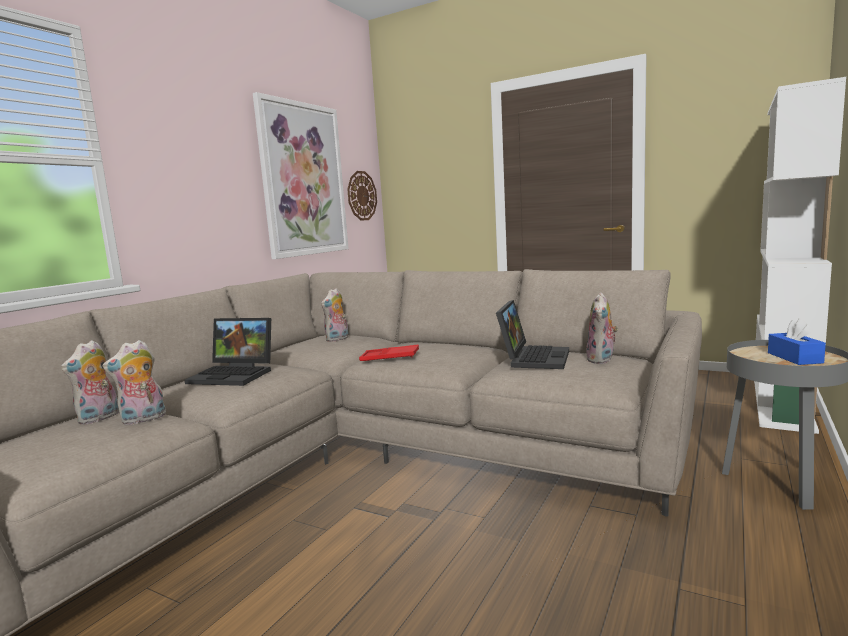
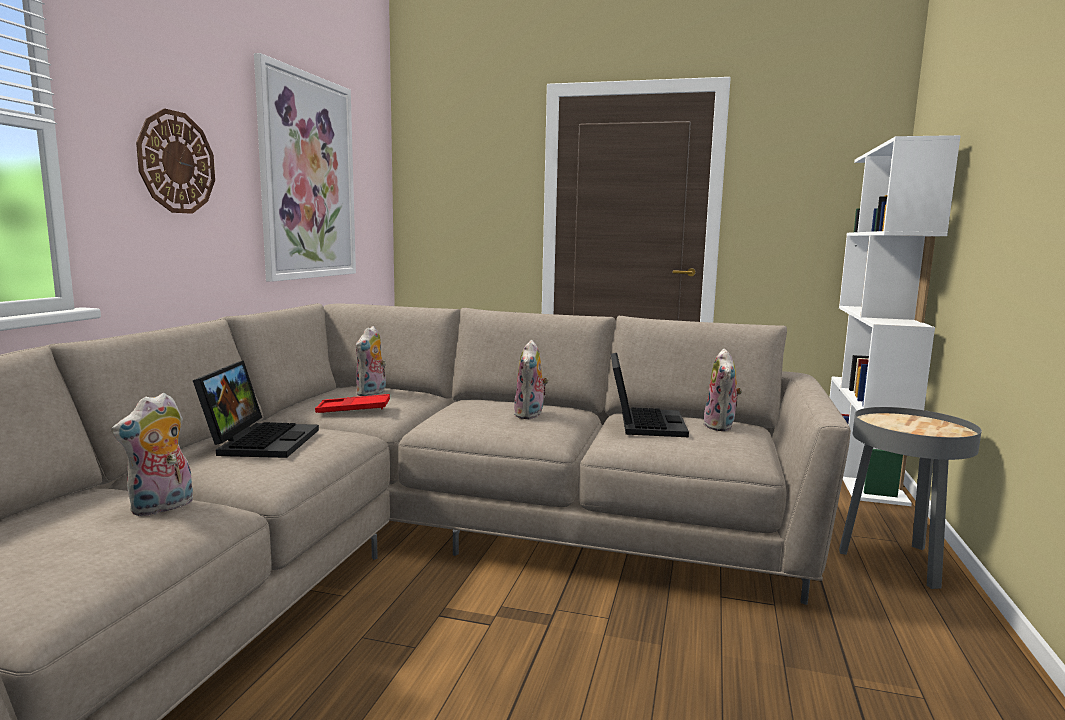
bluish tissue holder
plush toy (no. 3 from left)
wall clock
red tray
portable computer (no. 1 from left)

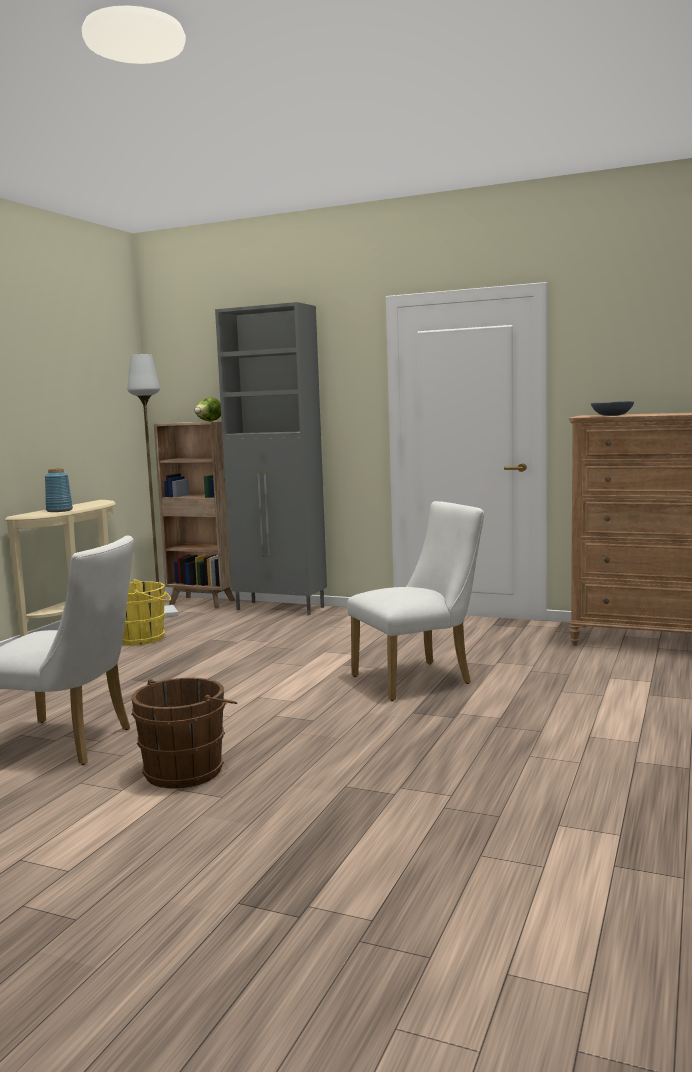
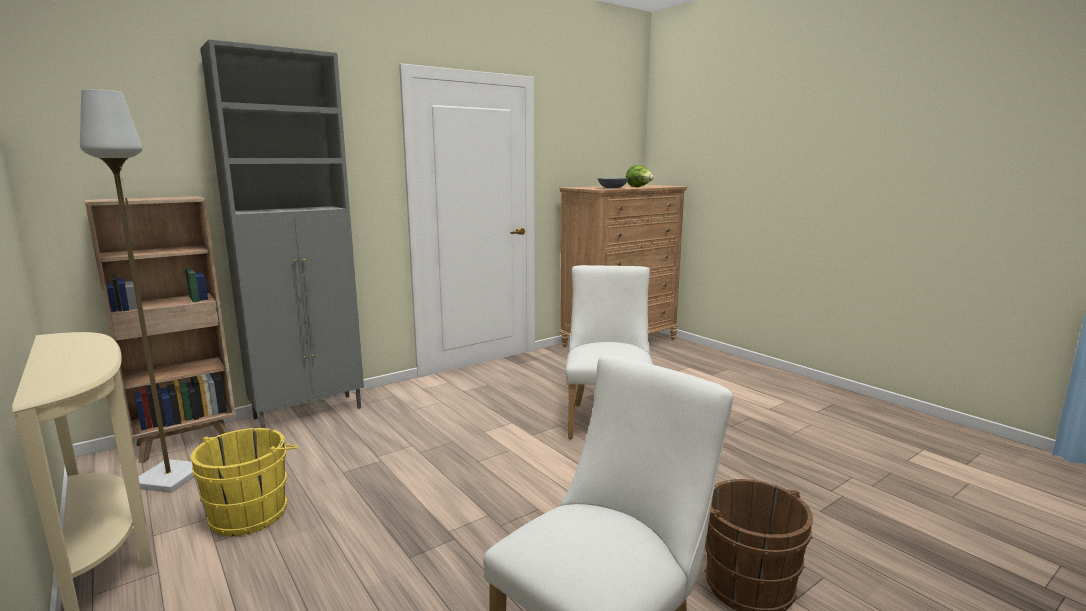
bluish vase
head of lettuce

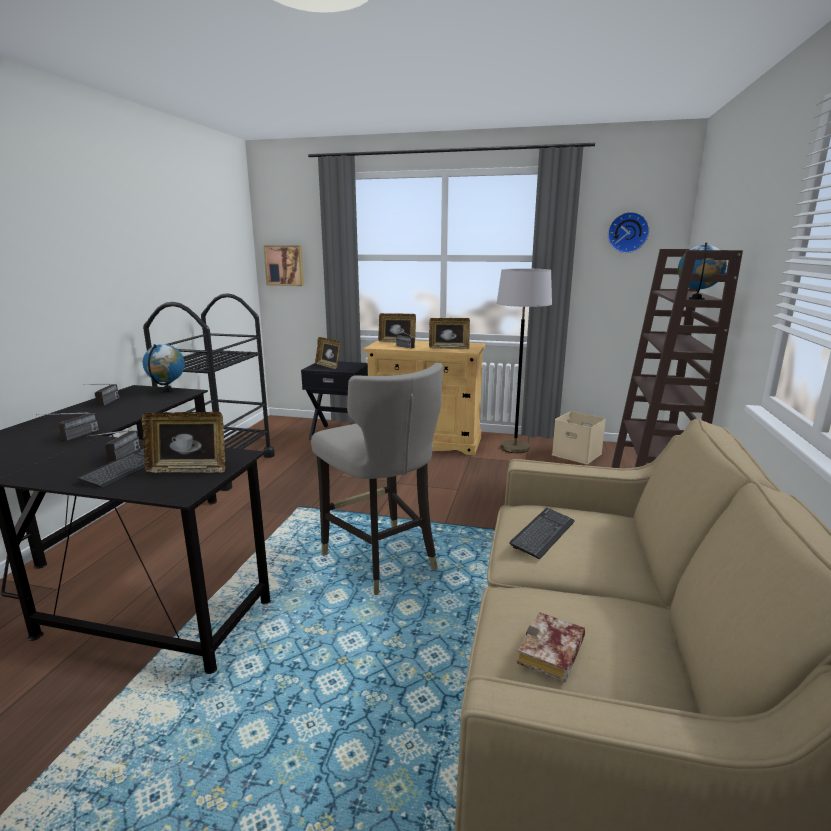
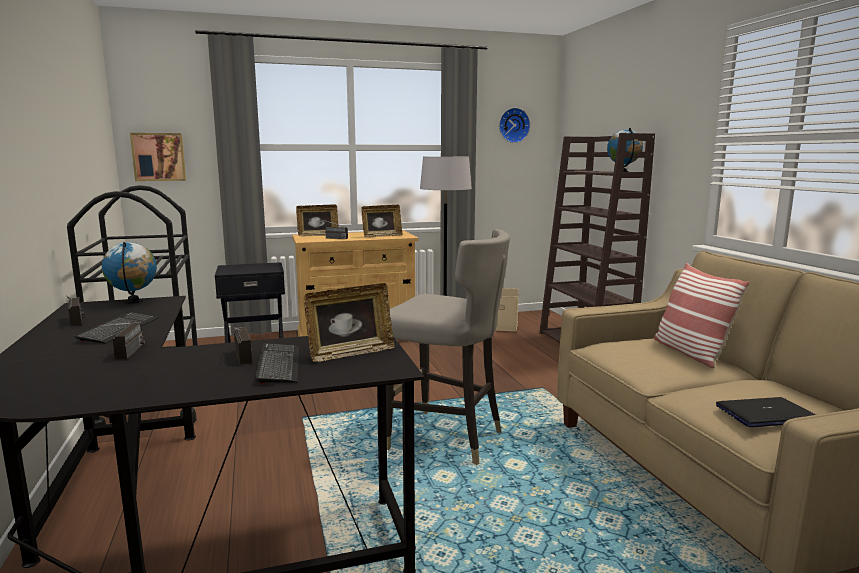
standing frame (no. 2 from left in the first image)
throw pillow
PC keyboard (no. 1 from left)
portable computer

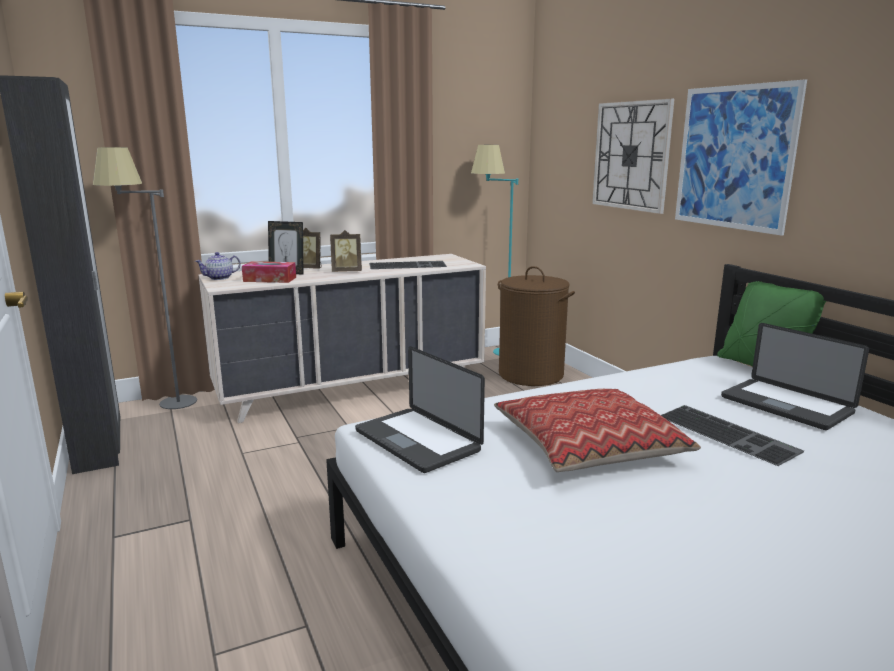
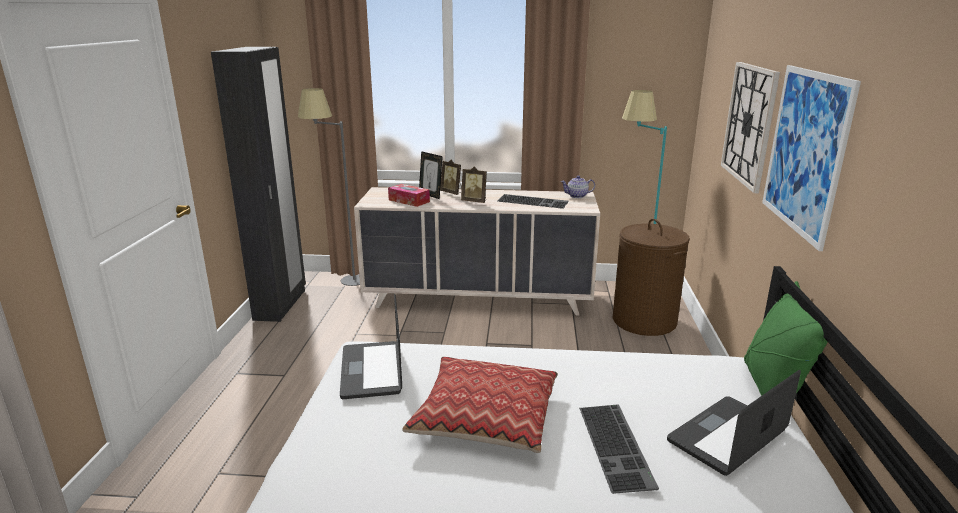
teapot
portable computer (no. 2 from left)

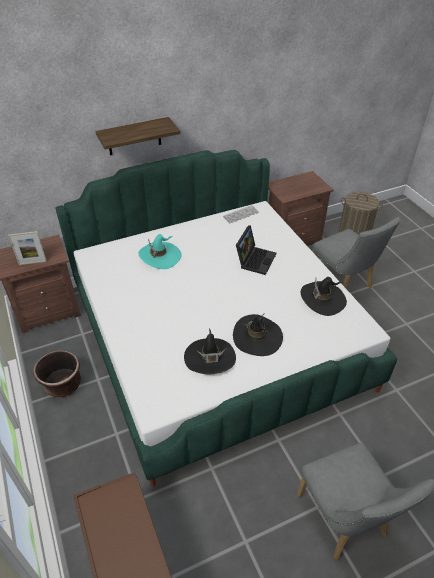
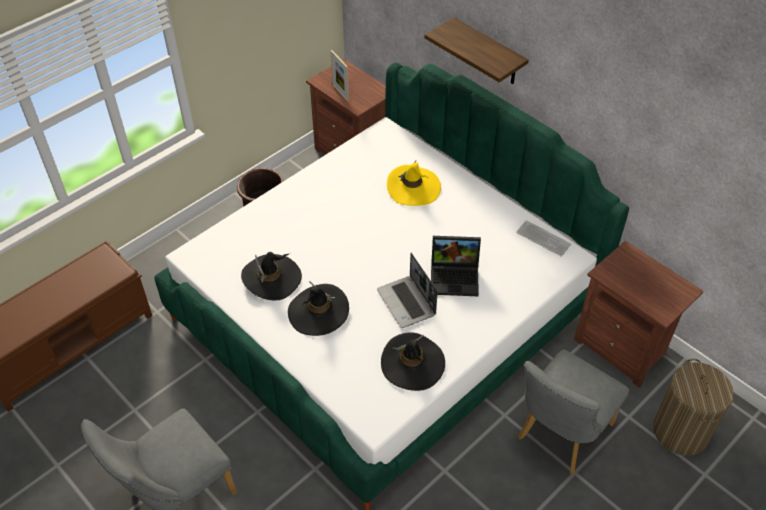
portable computer (no. 1 from left)
yellowish clothing hat

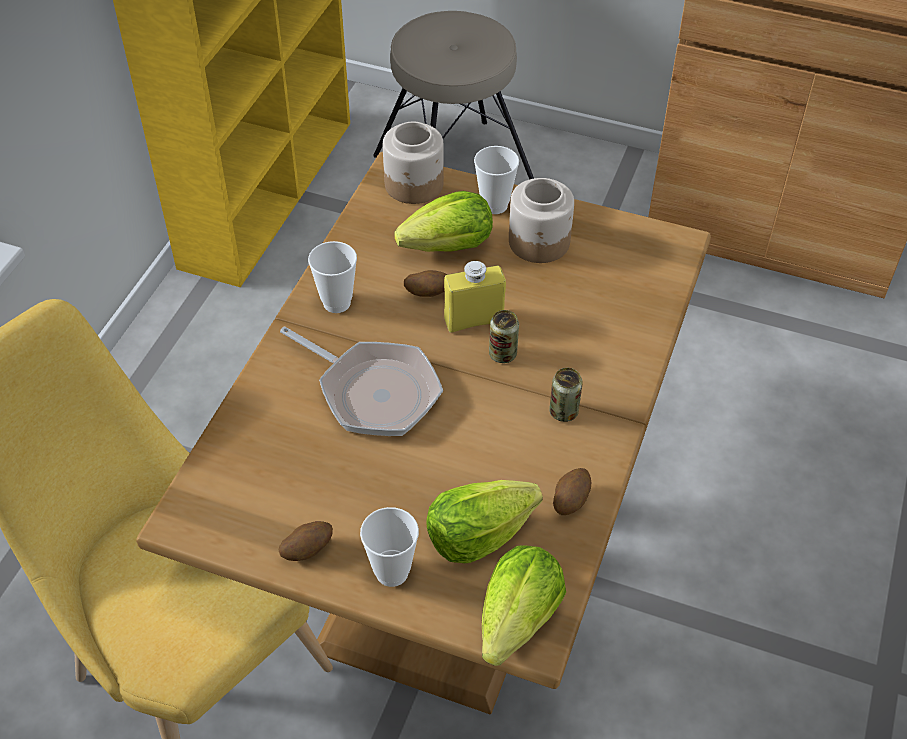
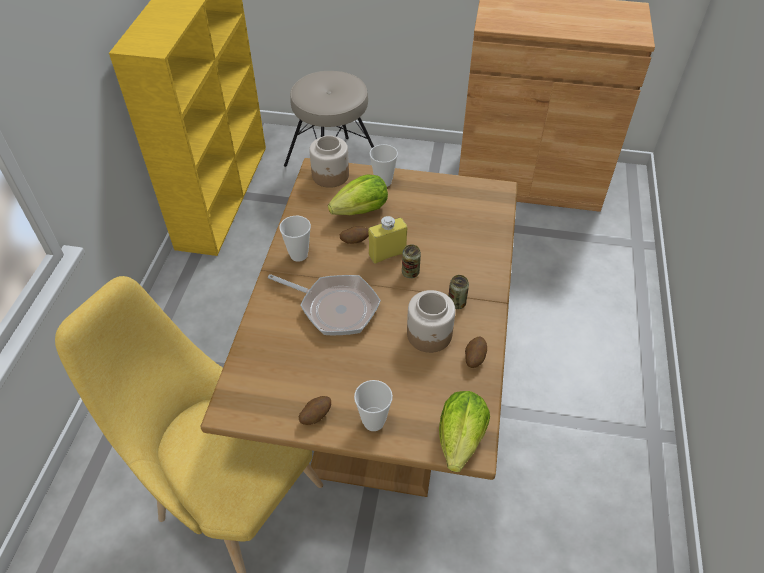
head of lettuce (no. 2 from left in the first image)
jar (no. 2 from left)

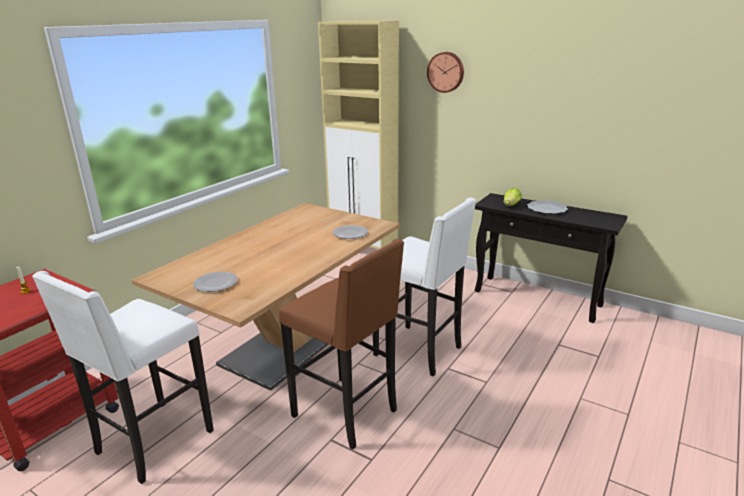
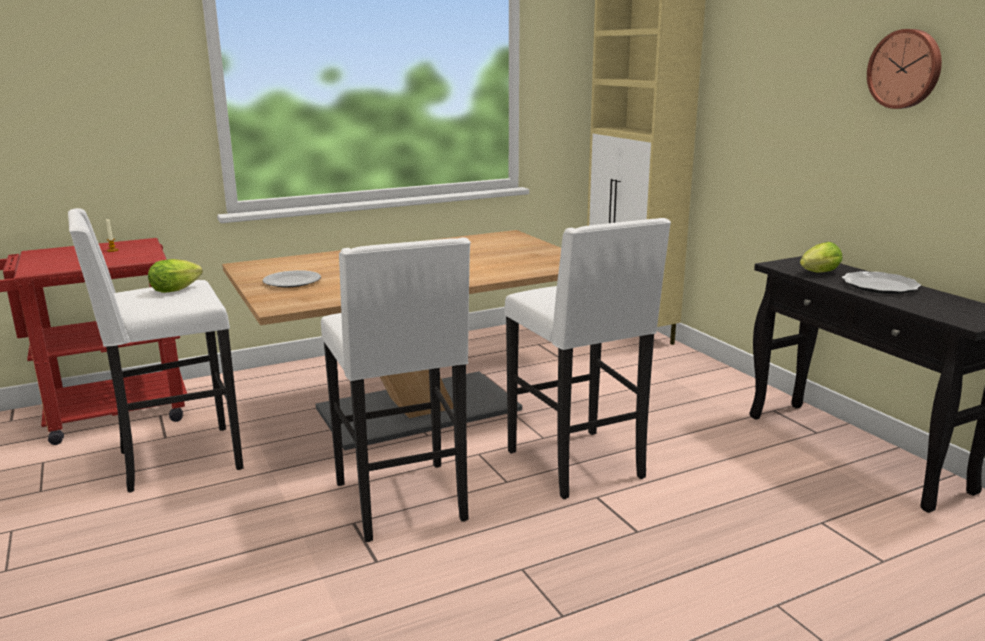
flat dish (no. 2 from left in the first image)
head of lettuce (no. 1 from left)
wall clock
white sitting stool (no. 2 from left)

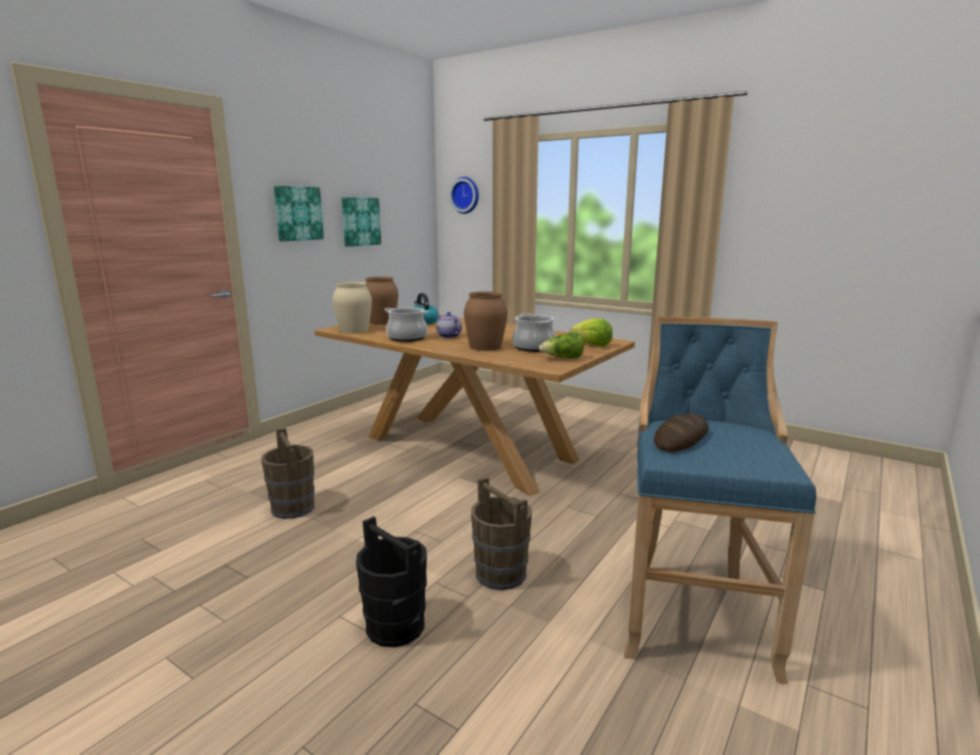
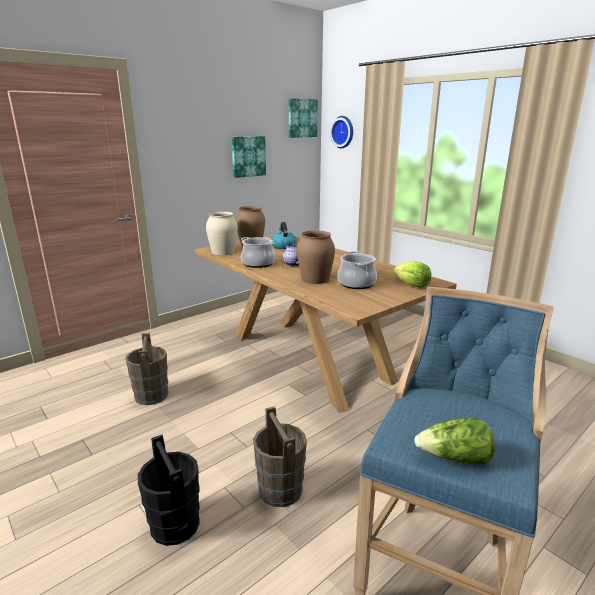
bakery bread
wall picture (no. 2 from left)
head of lettuce (no. 2 from left)

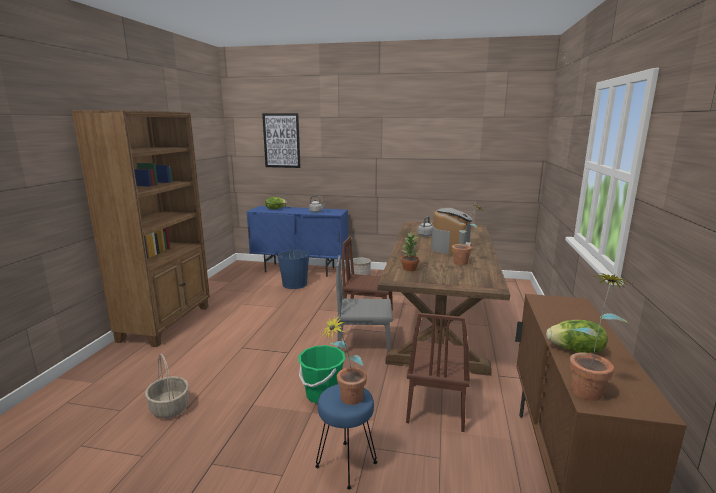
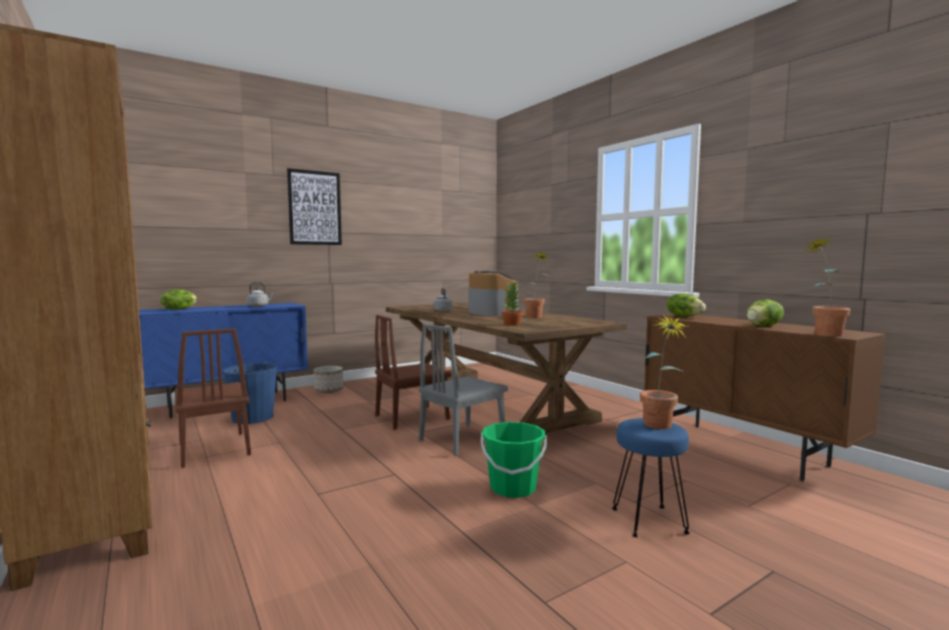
storage basket
head of lettuce (no. 2 from left)
wall picture
brown-coloured upright chair (no. 1 from left)

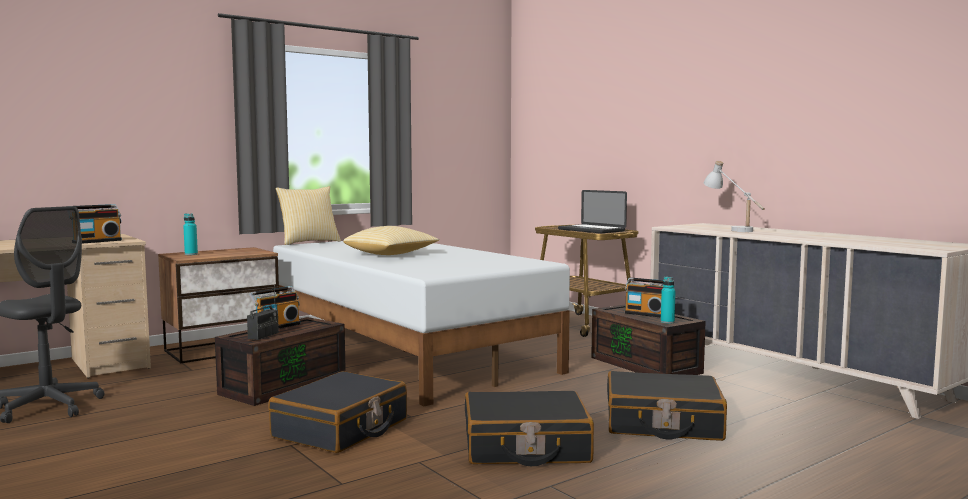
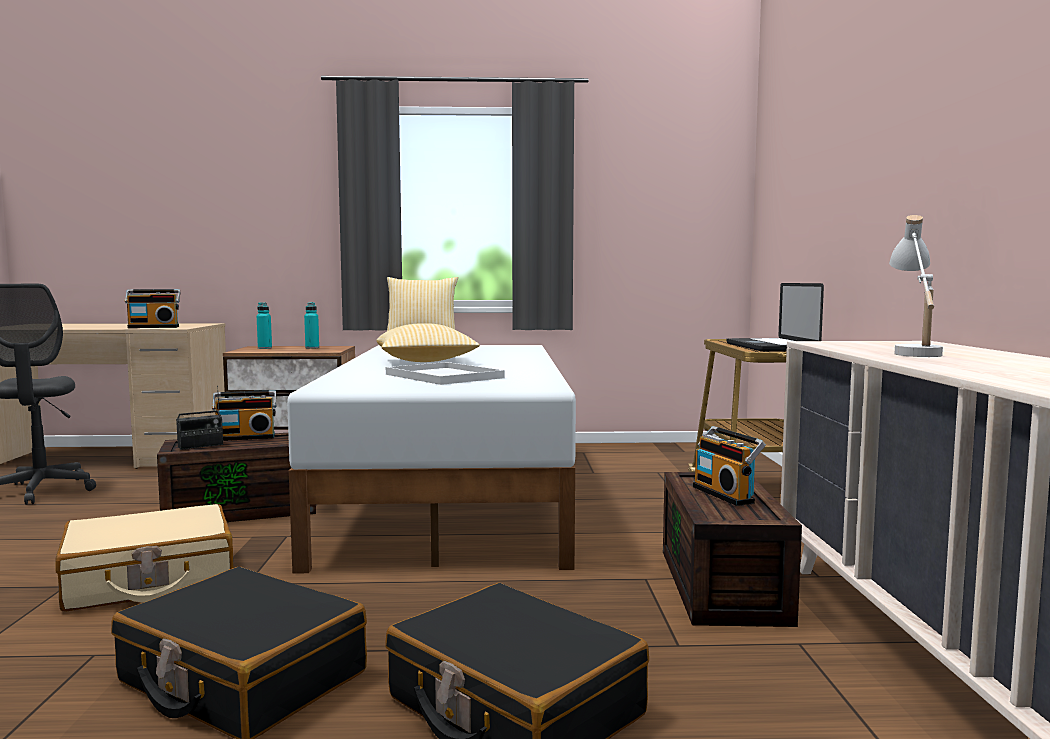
white tray
blue-green beverage bottle (no. 2 from left)
beige travel case

